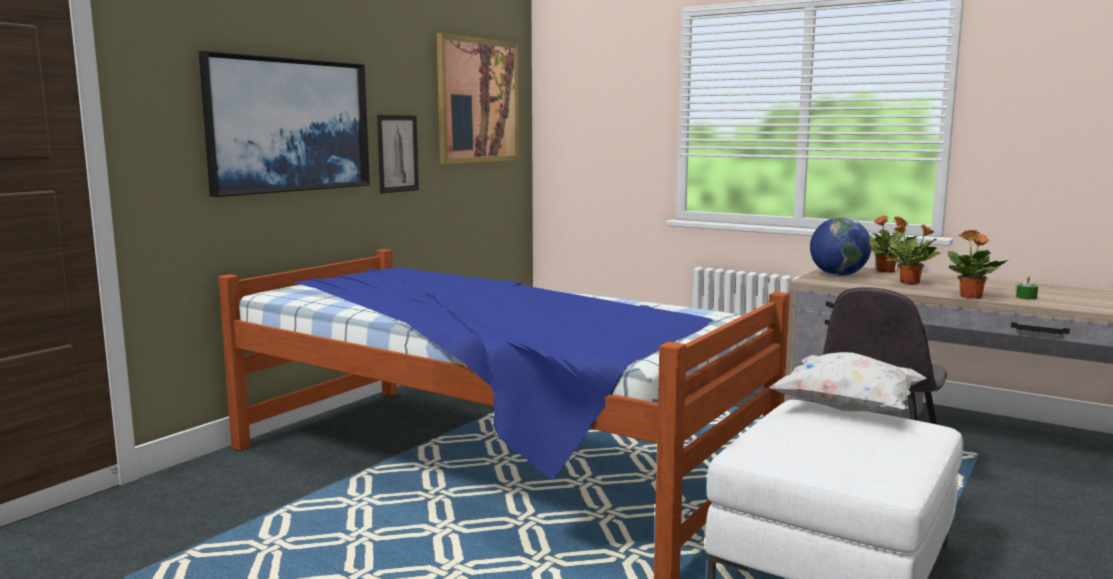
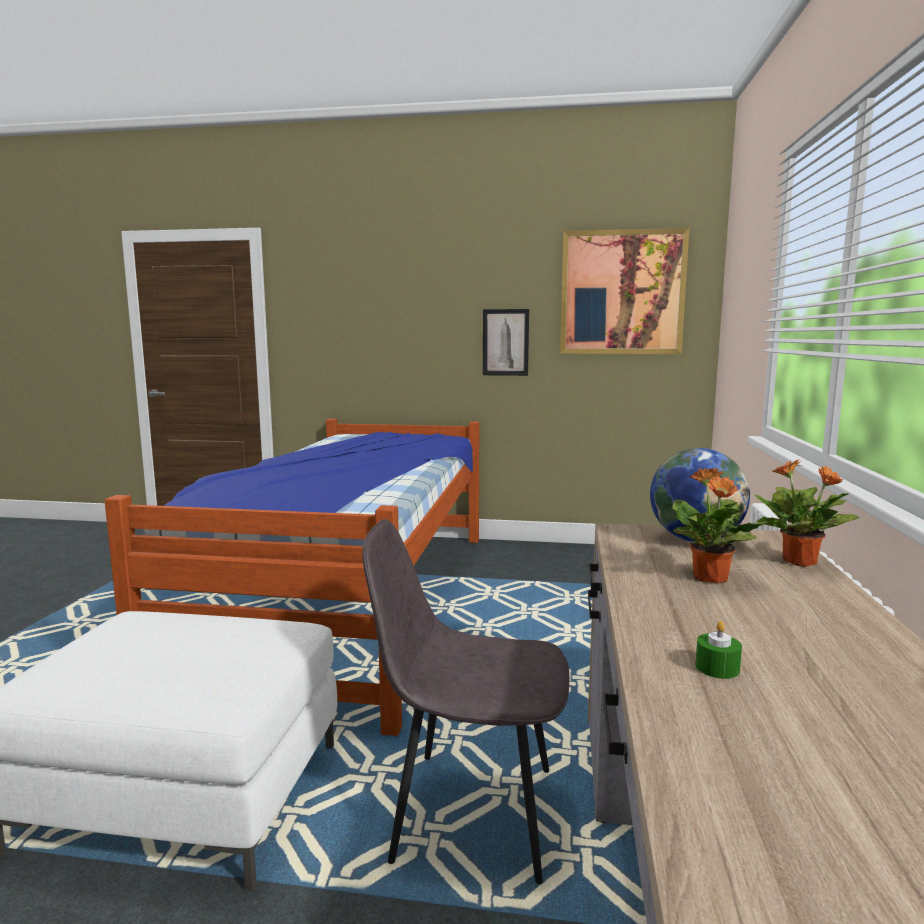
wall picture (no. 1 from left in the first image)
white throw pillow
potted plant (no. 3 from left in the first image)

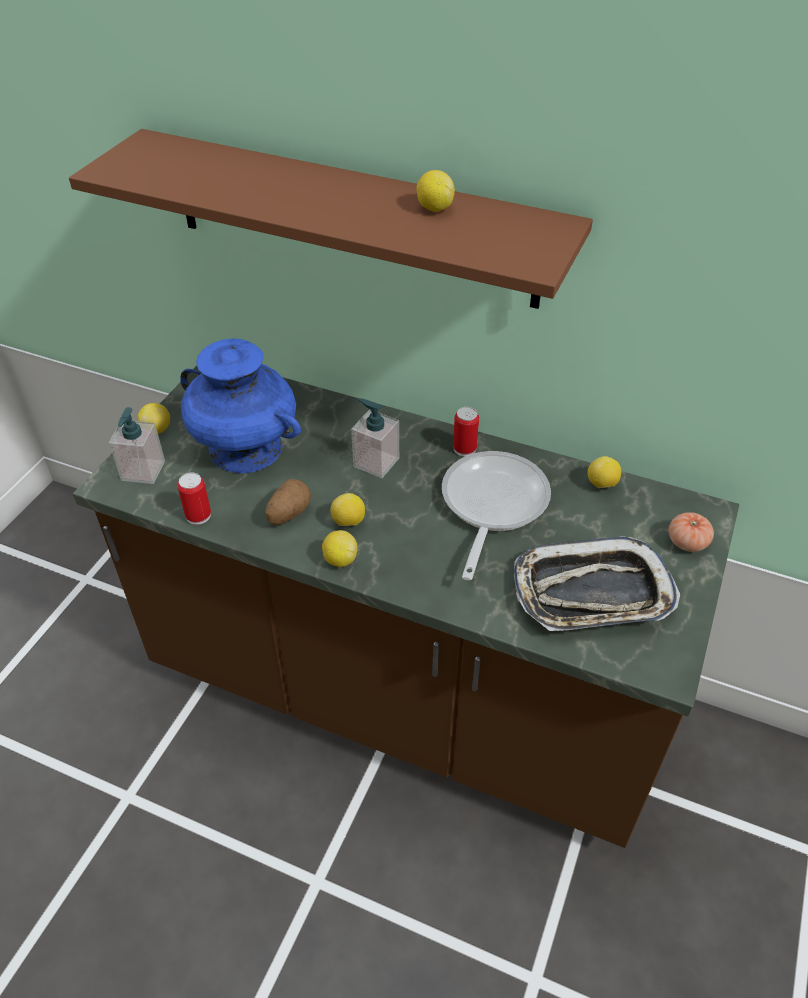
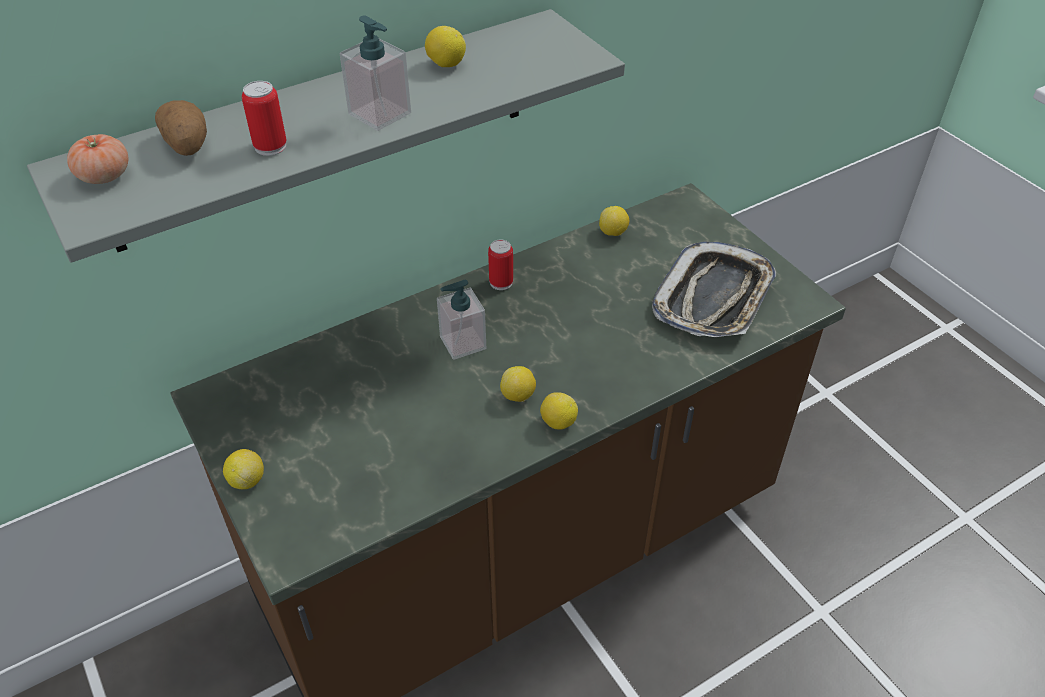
bluish vase
pan
soap dispenser (no. 1 from left)
sealed can (no. 1 from left)
spud
whole tomato
grey shelf

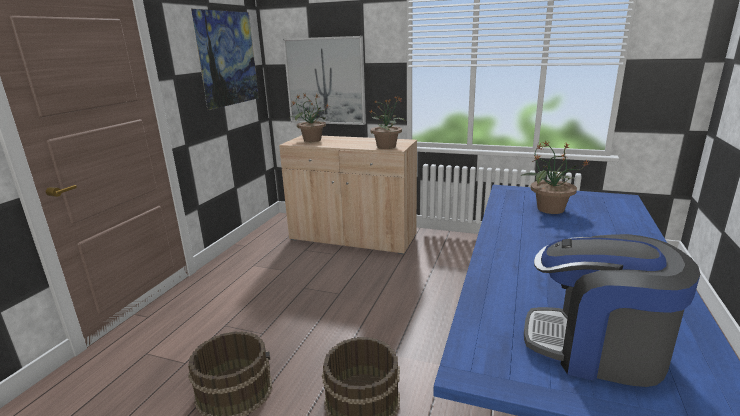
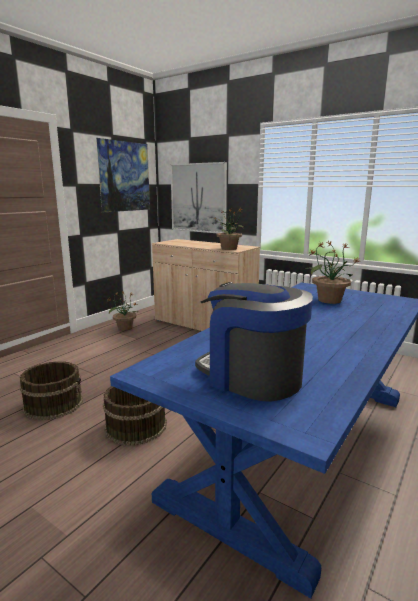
potted plant (no. 1 from left)

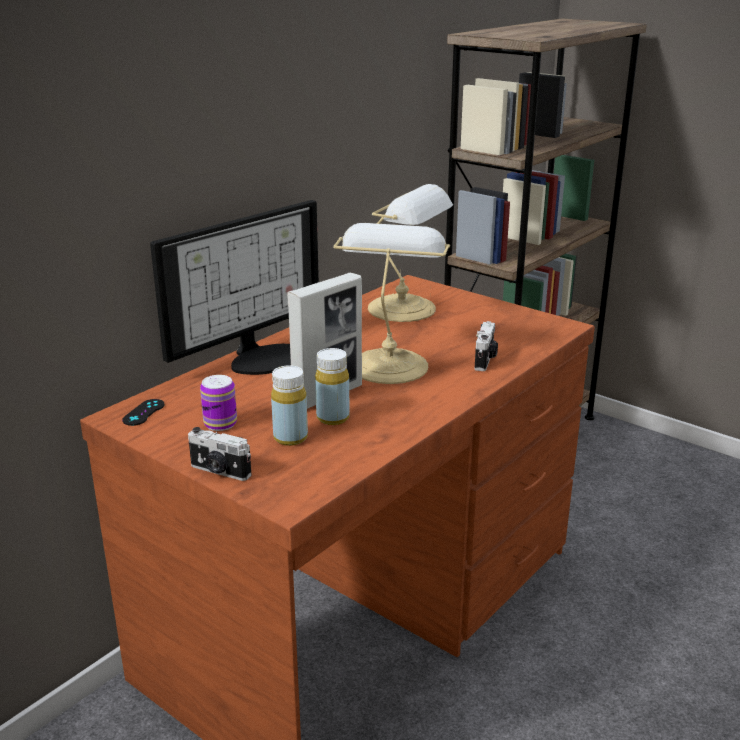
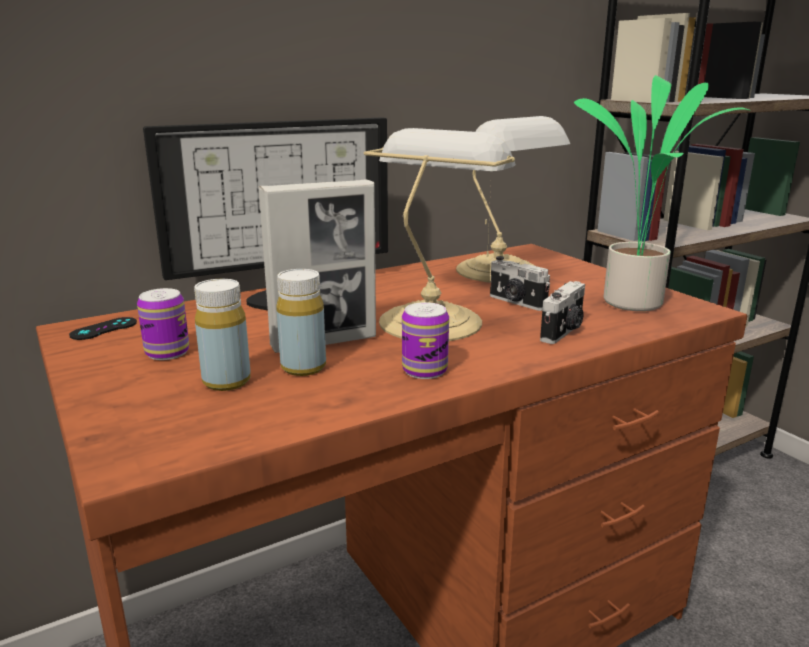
sealed can (no. 2 from left)
potted plant
photo camera (no. 1 from left)

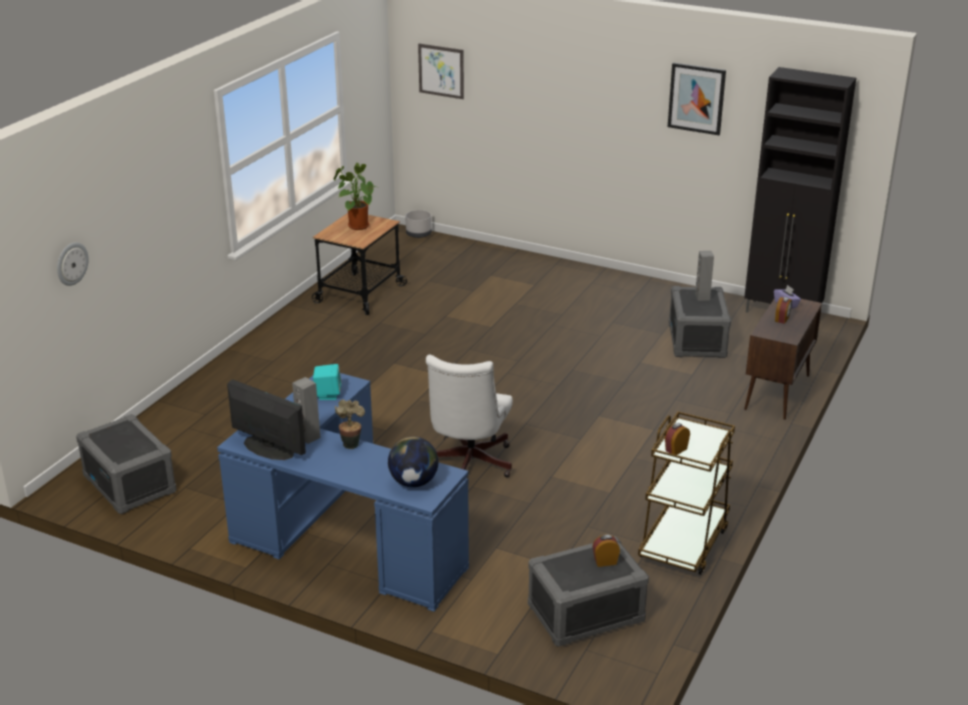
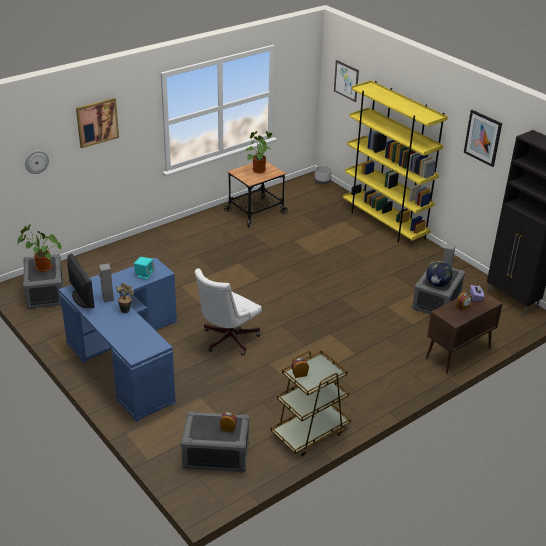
potted plant (no. 1 from left)
wall picture (no. 1 from left)
yellowish bookcase
globe

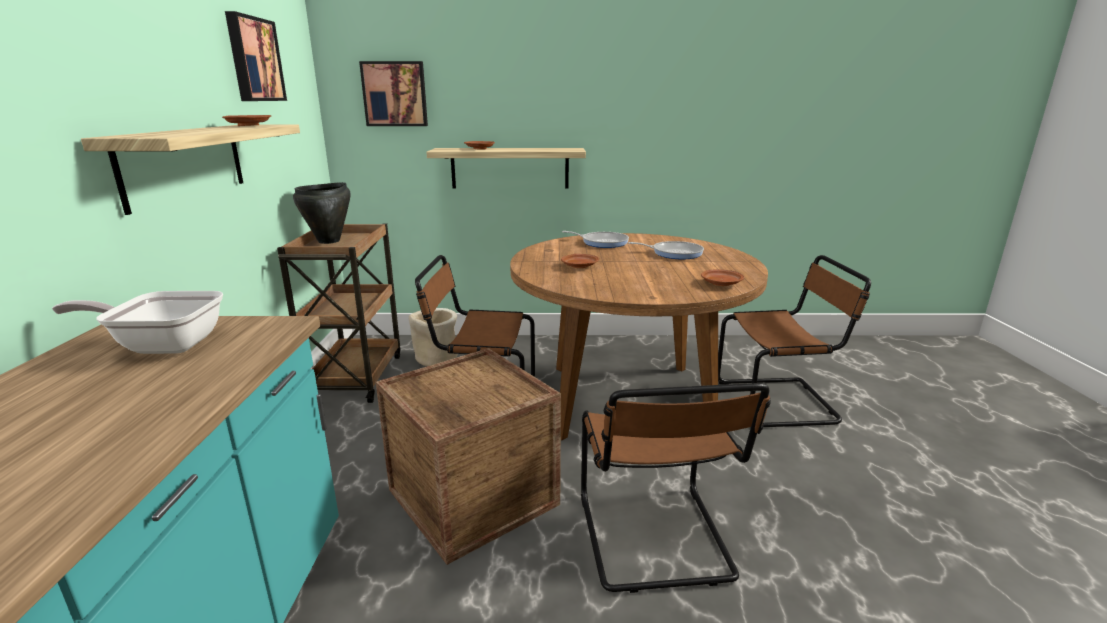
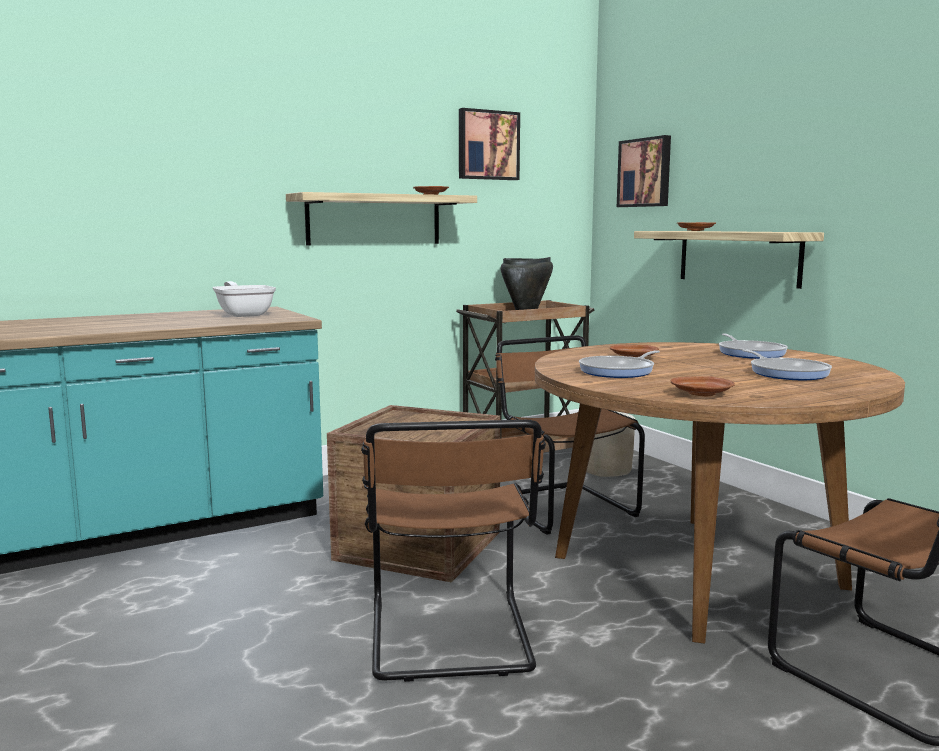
pan (no. 2 from left)
brown-coloured upright chair (no. 1 from left)

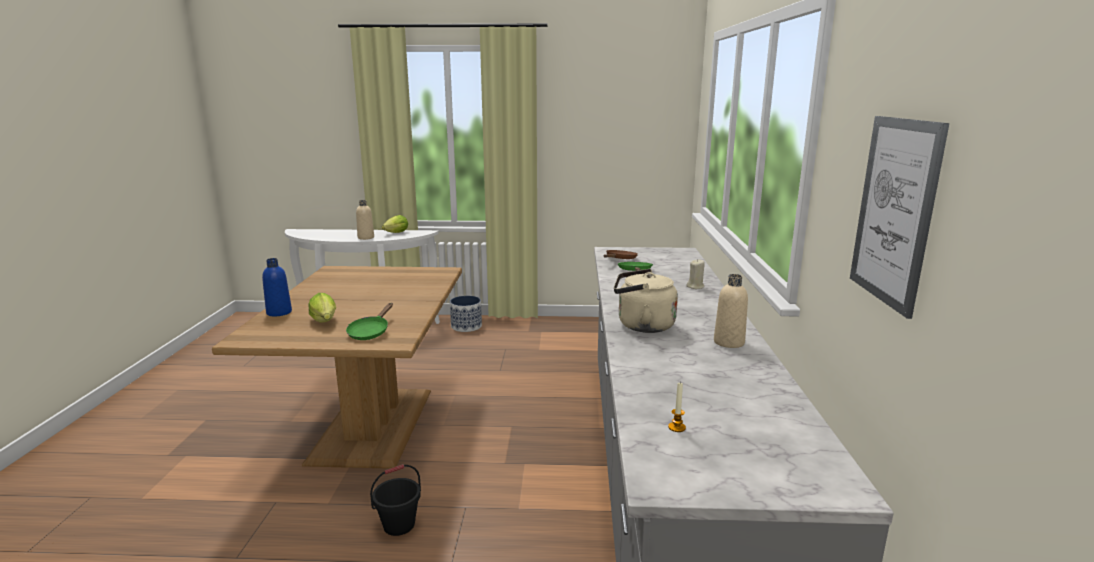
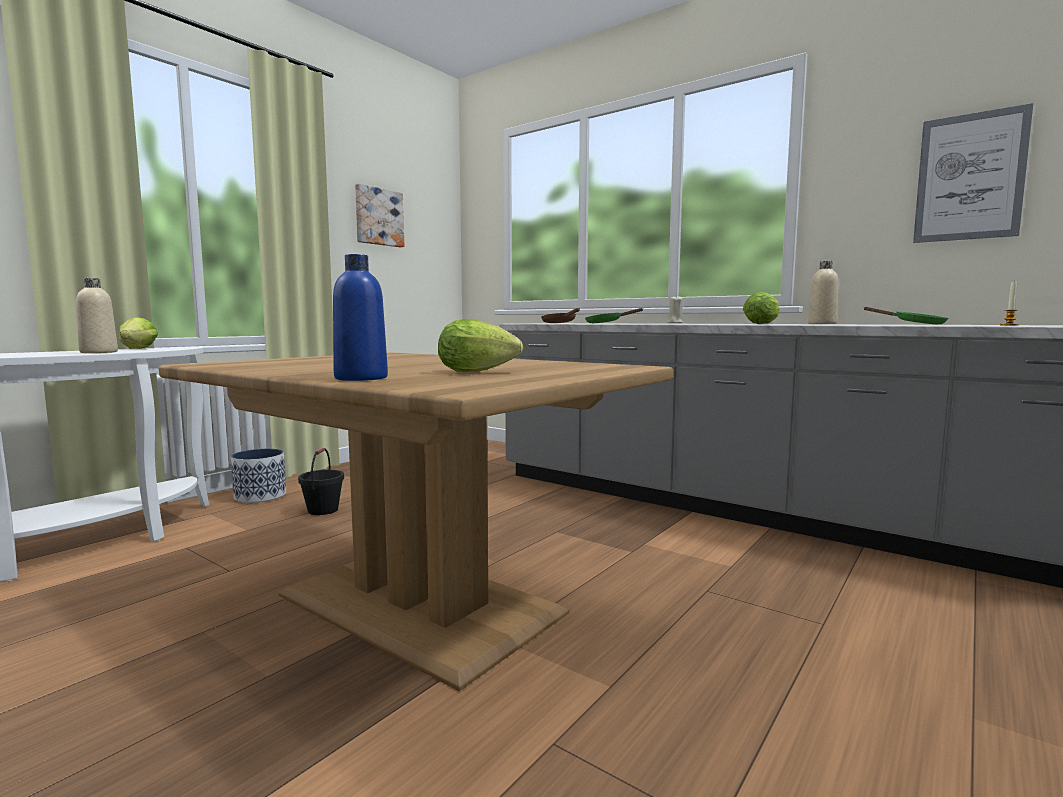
wall picture (no. 1 from left)
greenish pan (no. 2 from left)
black-coloured bucket
head of lettuce (no. 3 from left)

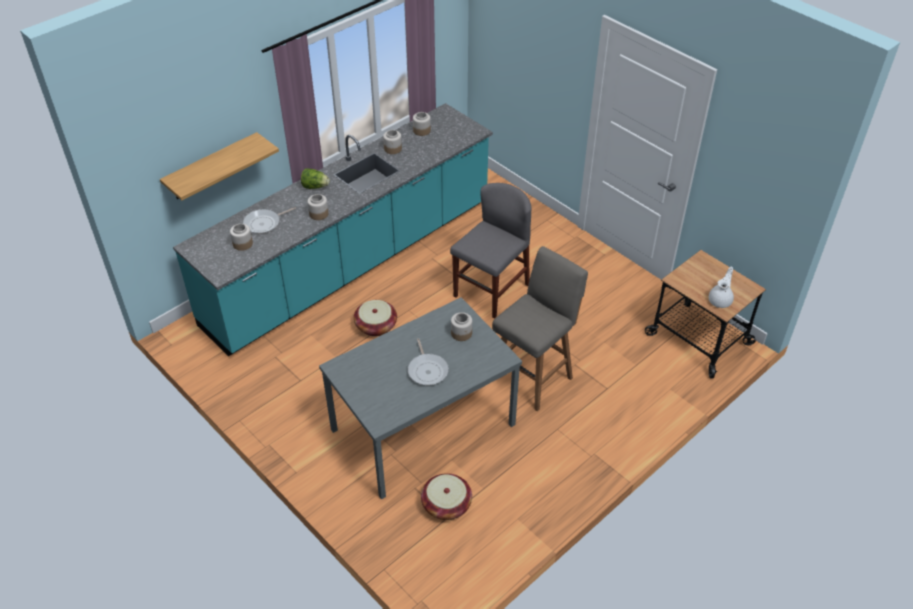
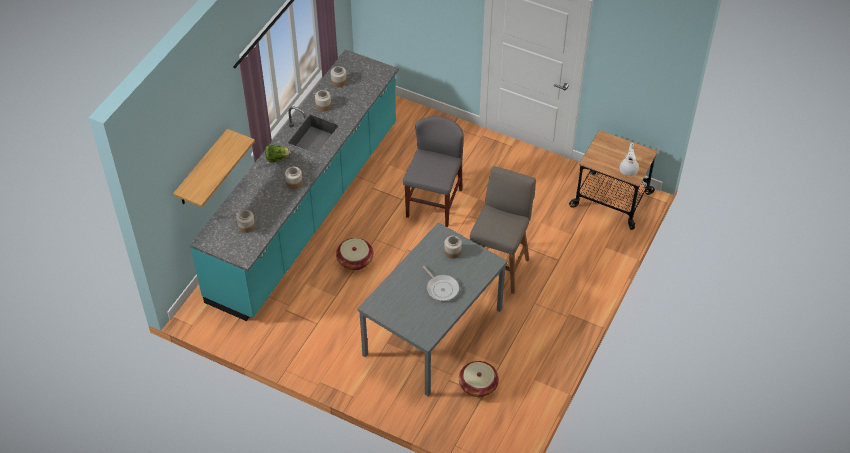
pan (no. 1 from left in the first image)

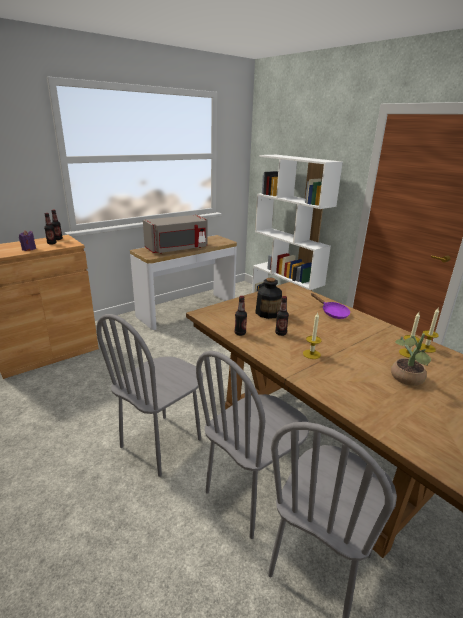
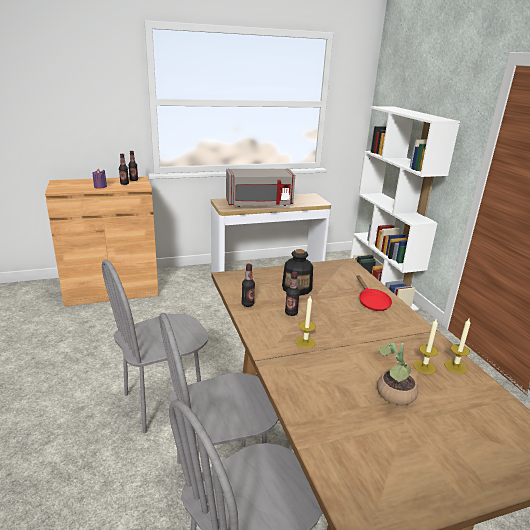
red pan

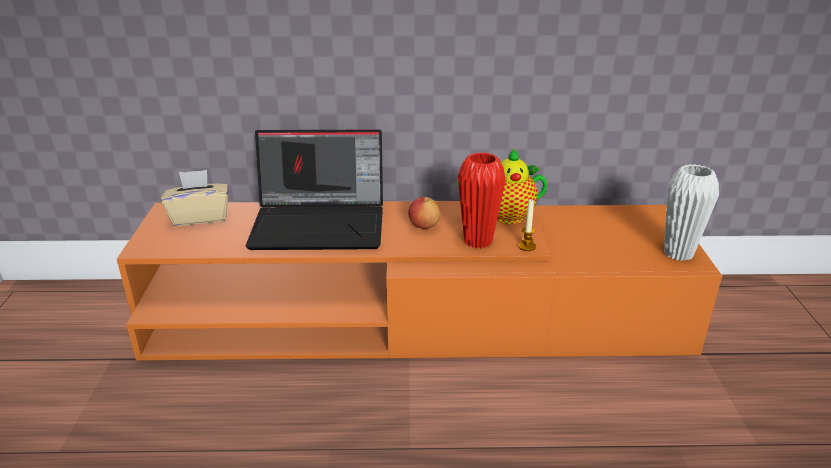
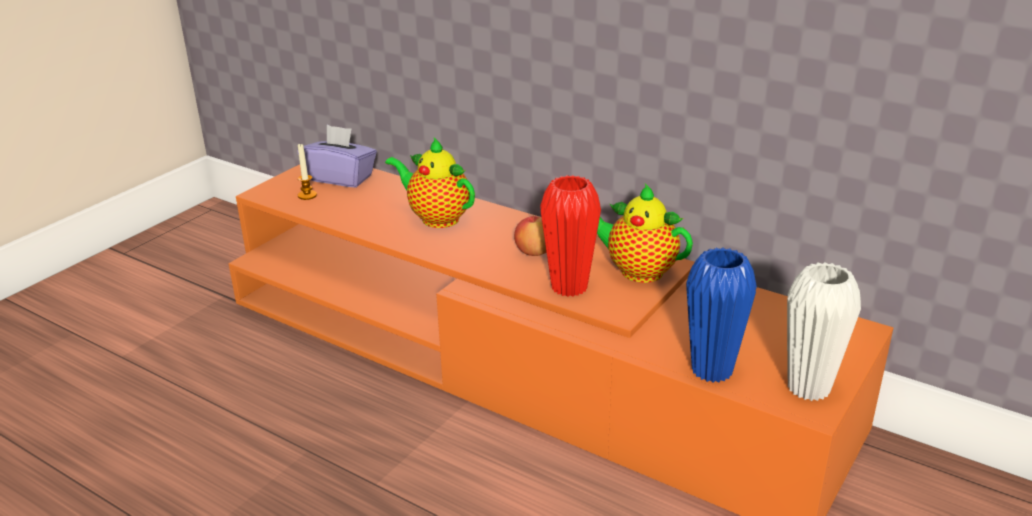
bluish vase
wax light
teapot (no. 1 from left)
purple-coloured tissue holder

